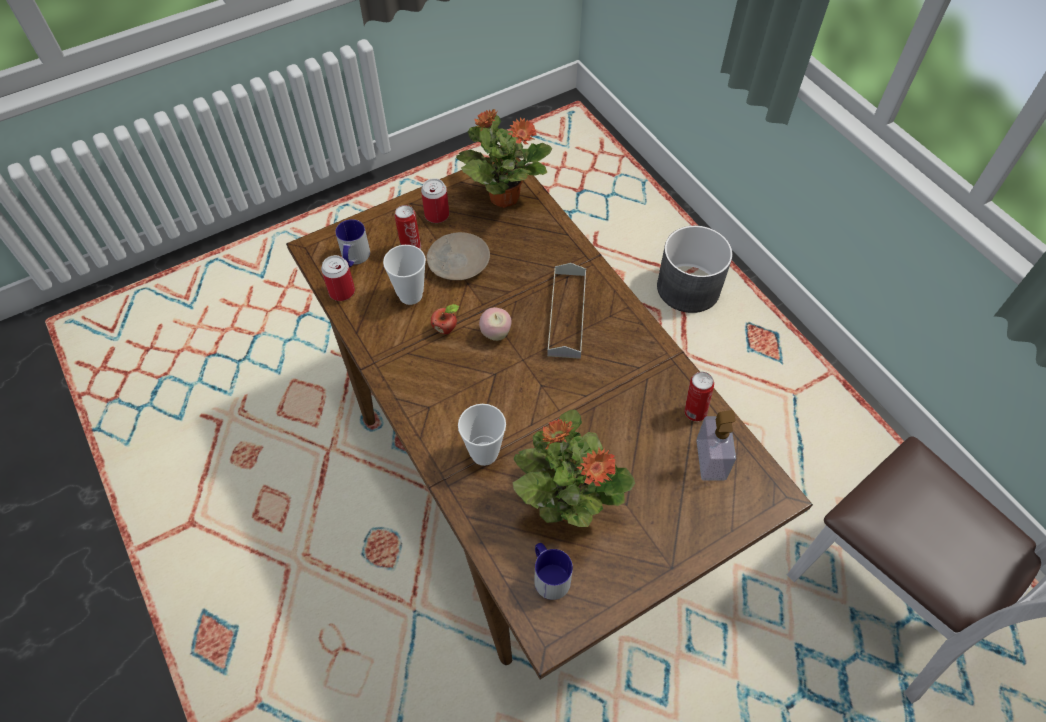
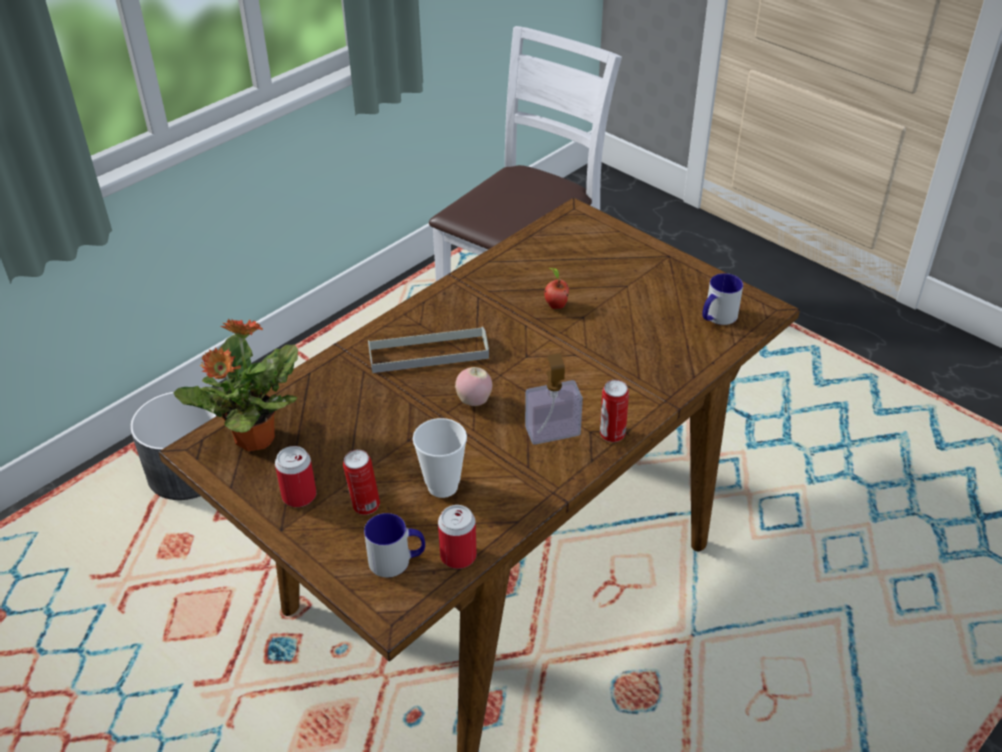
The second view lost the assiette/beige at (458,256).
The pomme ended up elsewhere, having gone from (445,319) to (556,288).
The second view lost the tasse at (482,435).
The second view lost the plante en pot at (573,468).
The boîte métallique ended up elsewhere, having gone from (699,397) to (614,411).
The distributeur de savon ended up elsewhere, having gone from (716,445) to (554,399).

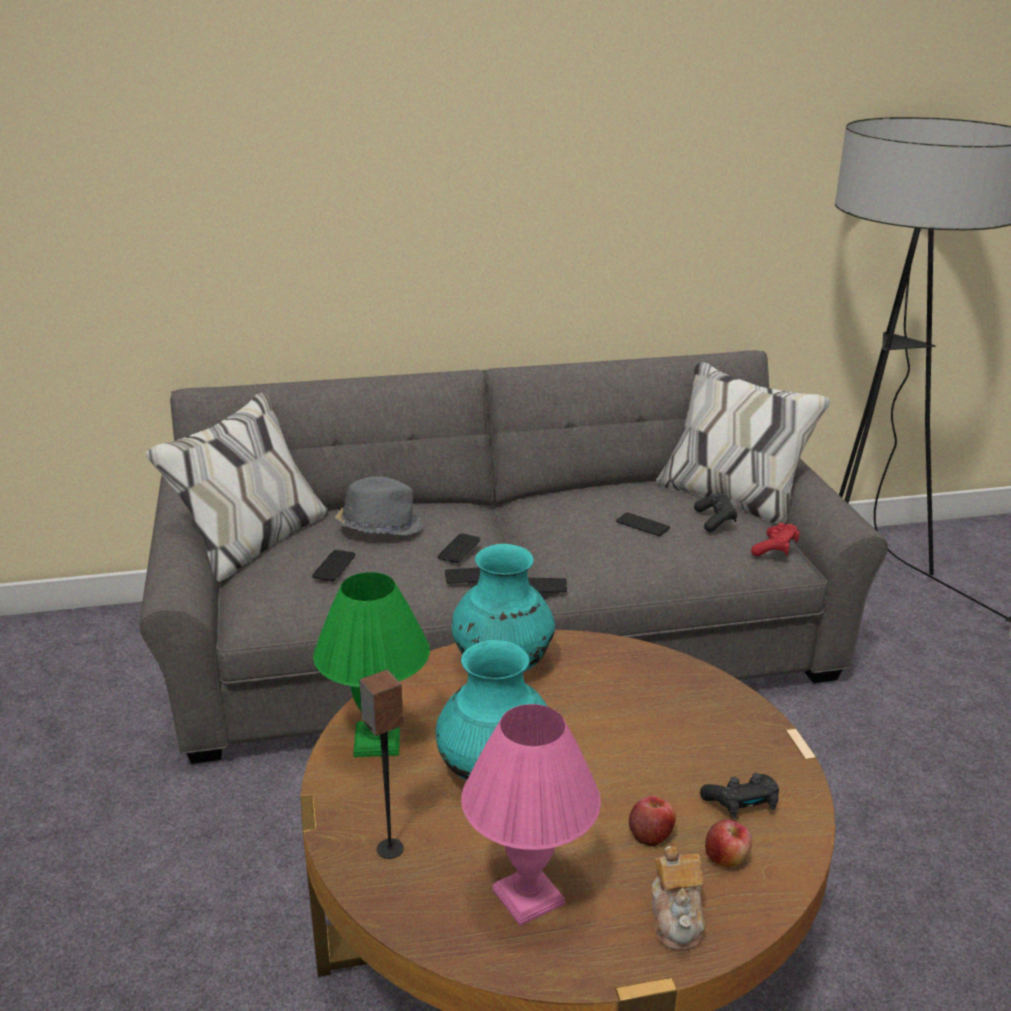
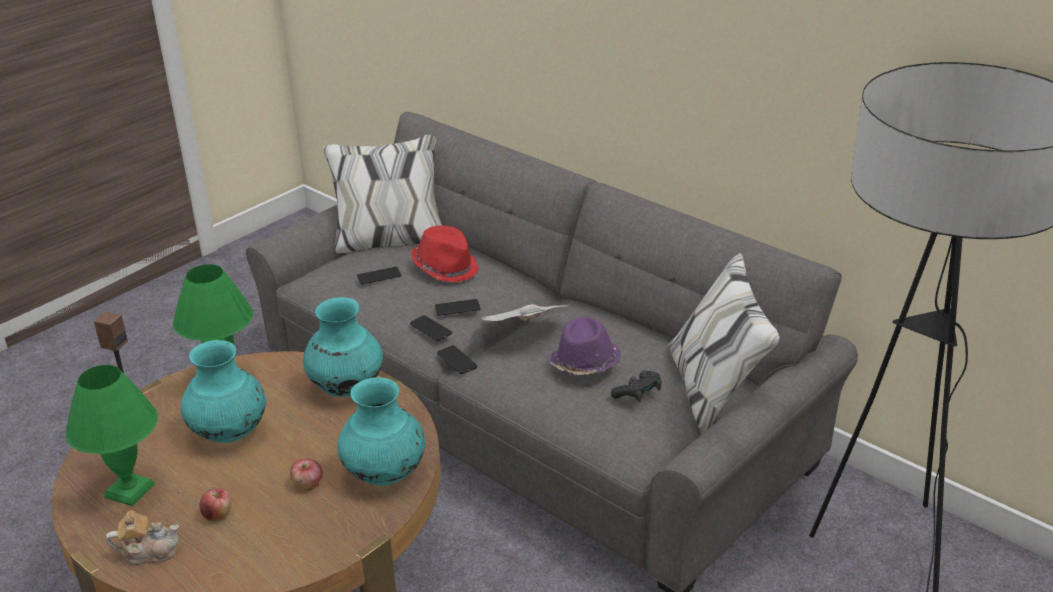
What was the chapeau/gris at (378,505) turned into the chapeau/rouge at (445,254).
What was the lampe de table/rose at (531,815) turned into the lampe de table/vert at (112,435).
Where the téléphone stood at (643,524), the chapeau/violet came to stand at (585,346).
The théière at (678,898) ended up facing another way, 150 degrees counterclockwise from before.
The second view lost the manette/noir at (739,795).
The pomme ended up elsewhere, having gone from (728,843) to (306,474).
The second view lost the manette/rouge at (775,539).
The second view gained the vase/turquoise at (381,431).
The second view gained the journal at (525,312).

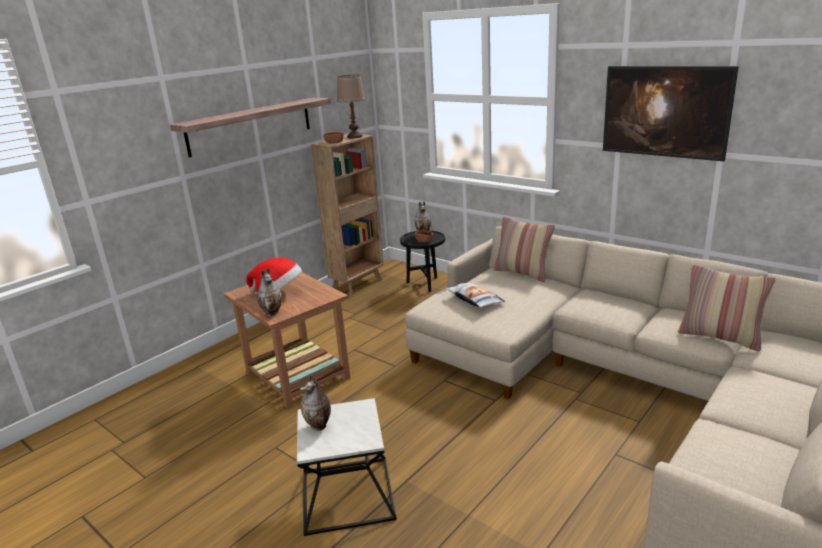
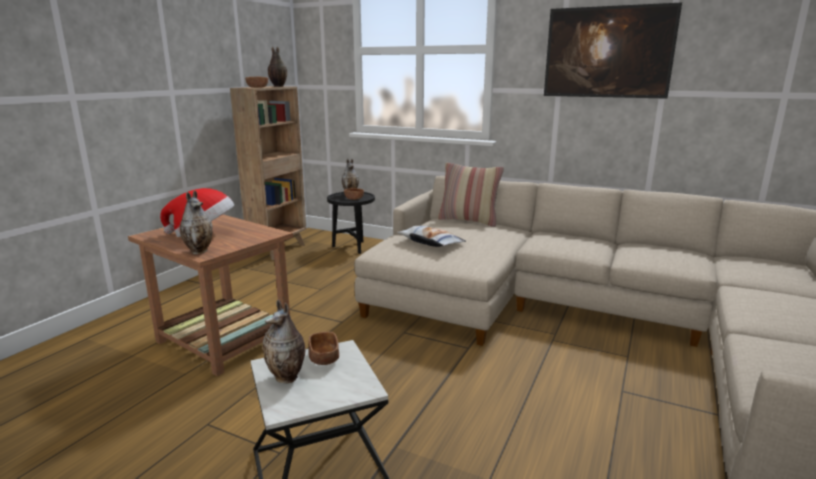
The second view lost the étagère at (250,127).
Where the lampe de table/marron stood at (351,106), the vase came to stand at (277,67).
The second view lost the coussin at (726,307).
The second view gained the bol/marron at (324,348).

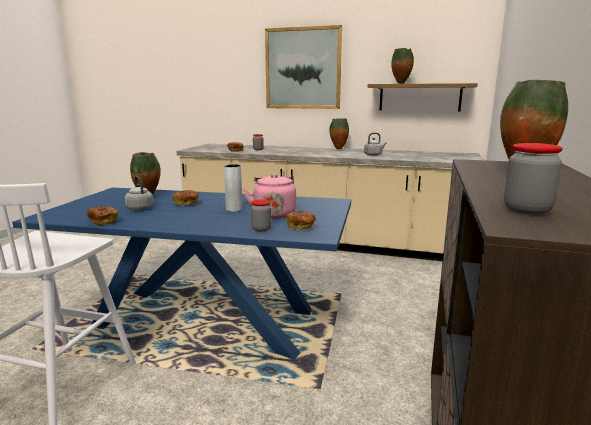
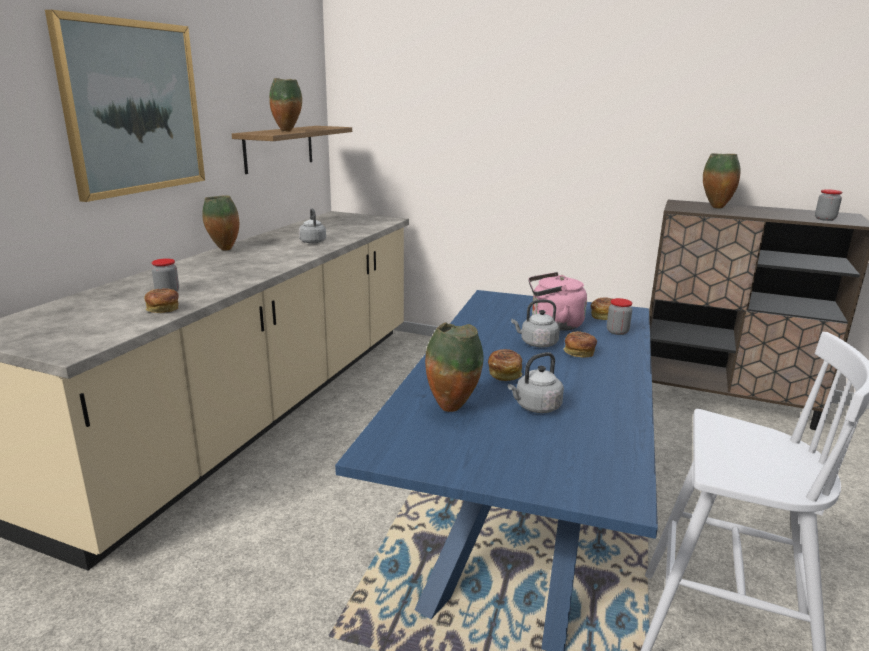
The pain ended up elsewhere, having gone from (102,215) to (580,344).
Where the vase/gris stood at (233,188), the bouilloire/gris came to stand at (535,324).

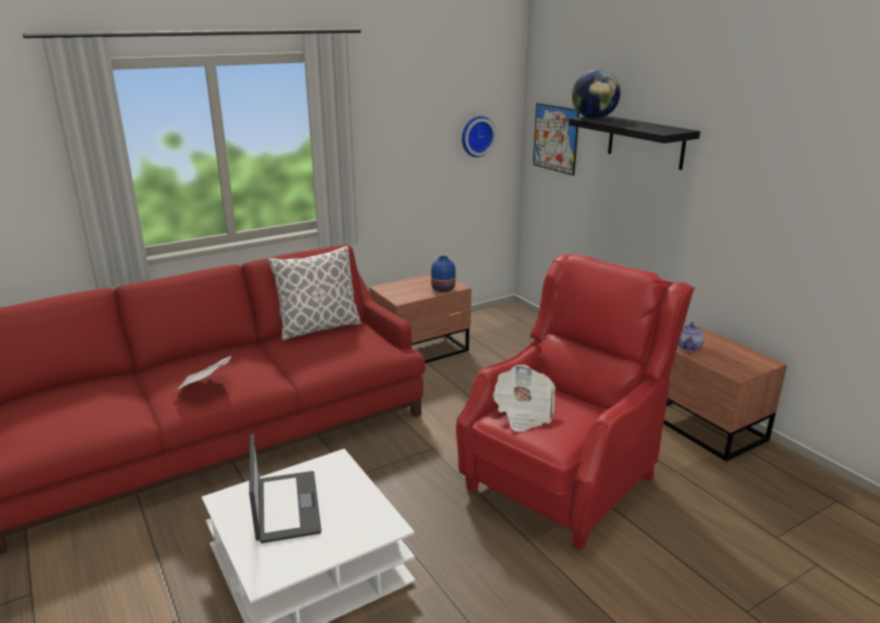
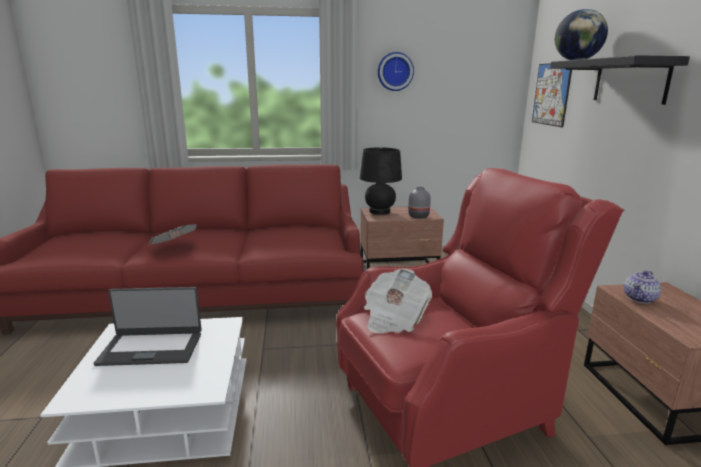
The ordinateur portable at (285,488) ended up facing another way, 75 degrees clockwise from before.
The second view lost the coussin at (314,293).
What was the vase/bleu at (443,274) turned into the vase/gris at (419,203).
The horloge murale ended up elsewhere, having gone from (479,136) to (396,71).
The second view gained the lampe de table/noir at (381,181).

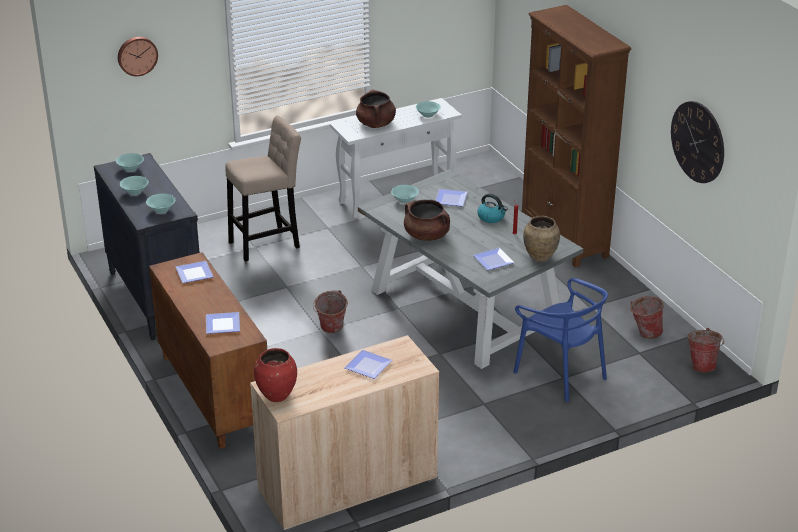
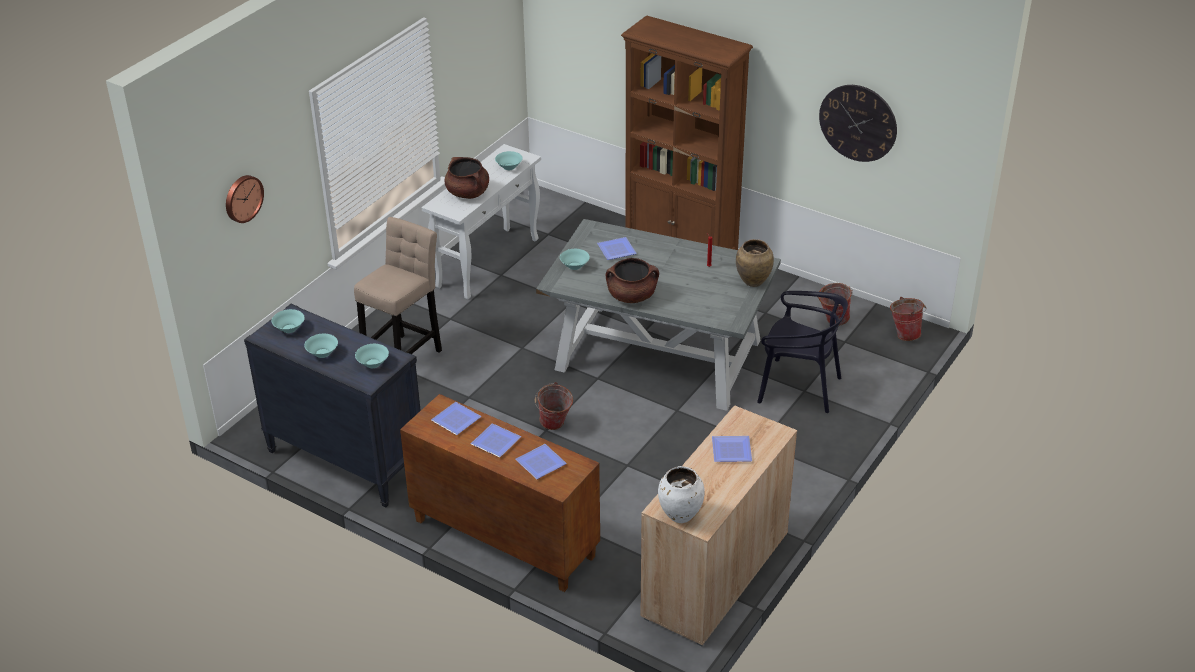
What was the vase/rouge at (275,375) turned into the vase/blanc at (681,494).
The assiette ended up elsewhere, having gone from (494,259) to (496,440).
The second view lost the bouilloire at (492,208).
What was the chaise/bleu at (560,340) turned into the chaise/noir at (802,352).

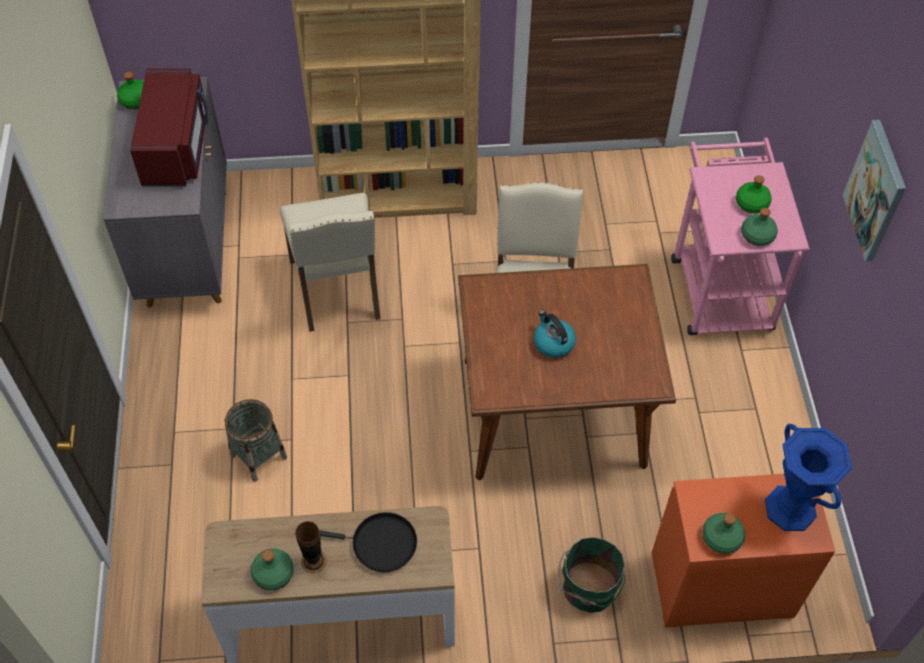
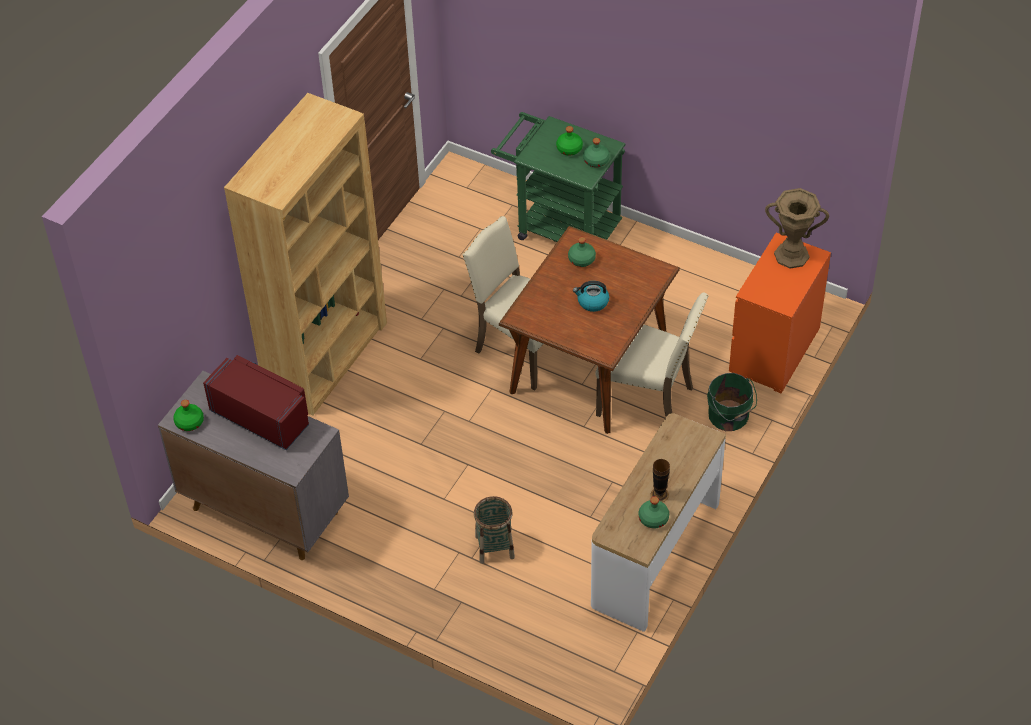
The chaise/beige ended up elsewhere, having gone from (330,262) to (652,354).
The second view lost the poêle/noir at (368,542).
What was the chariot/rose at (740,236) turned into the chariot/vert at (558,177).
The bouteille/vert ended up elsewhere, having gone from (723,533) to (582,252).
What was the vase/bleu at (808,477) turned into the vase/marron at (797,228).
The second view lost the tableau at (874,191).

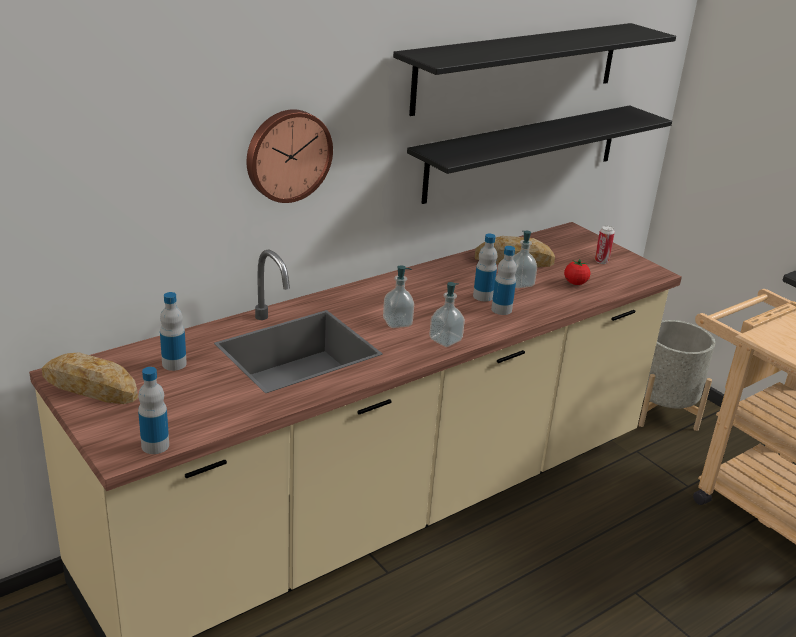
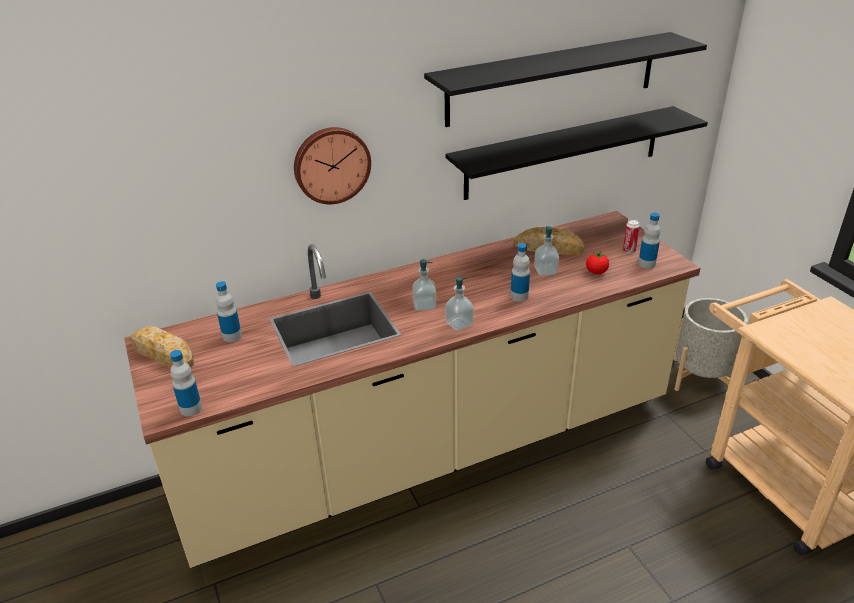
The bouteille ended up elsewhere, having gone from (485,267) to (649,240).

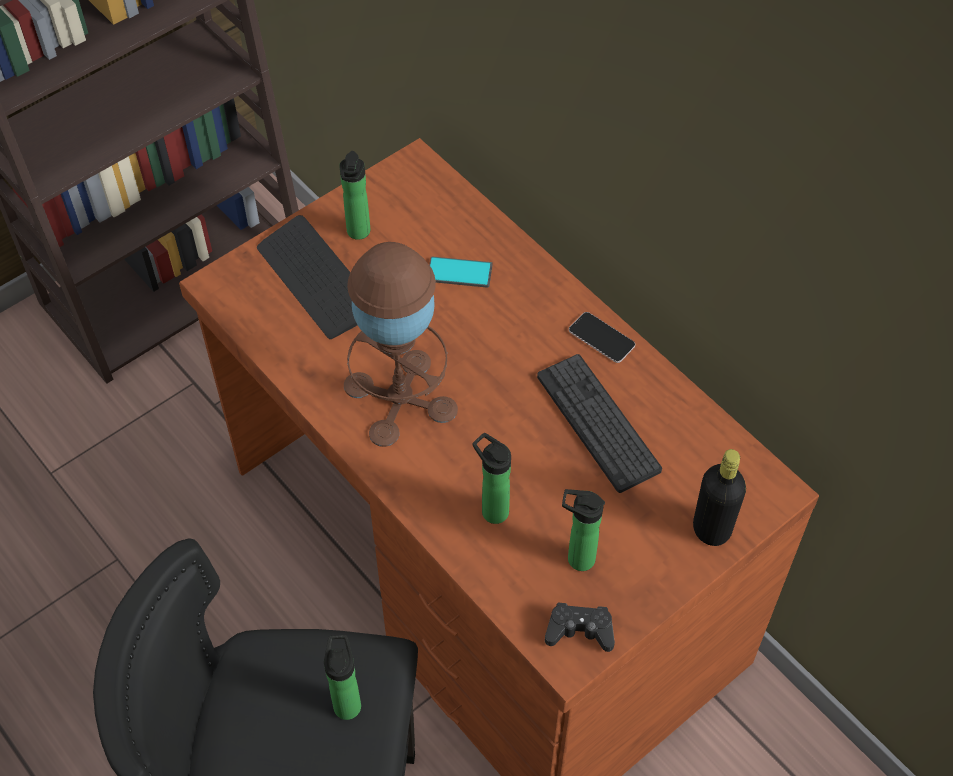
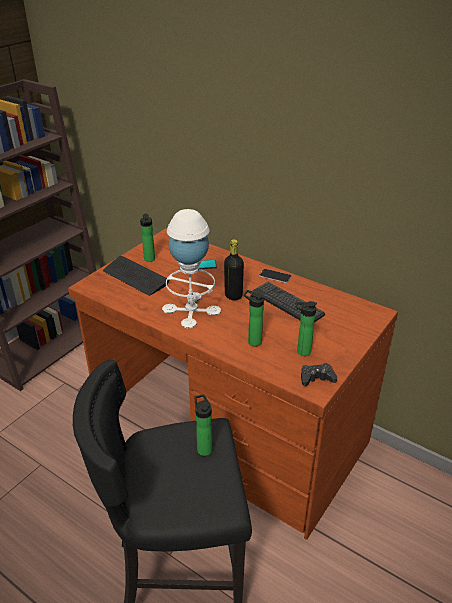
What was the lampe de table/marron at (401,344) turned into the lampe de table/blanc at (191,268).
The bouteille/noir ended up elsewhere, having gone from (719,497) to (234,269).

